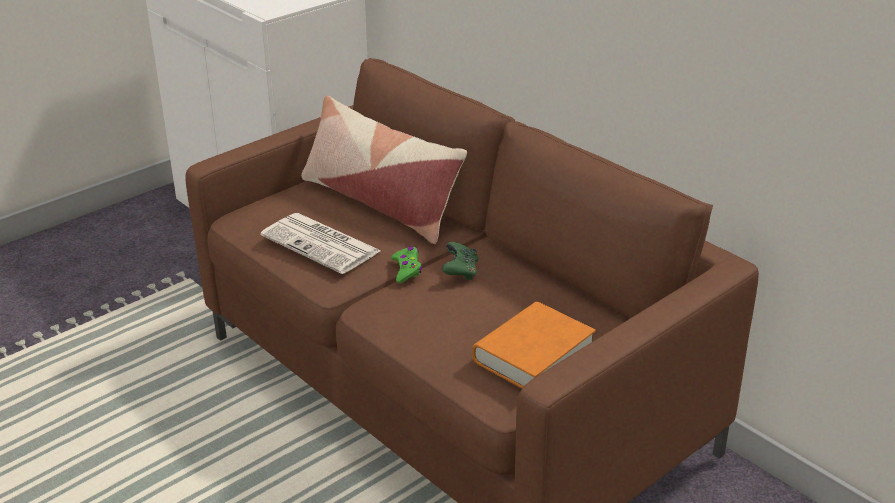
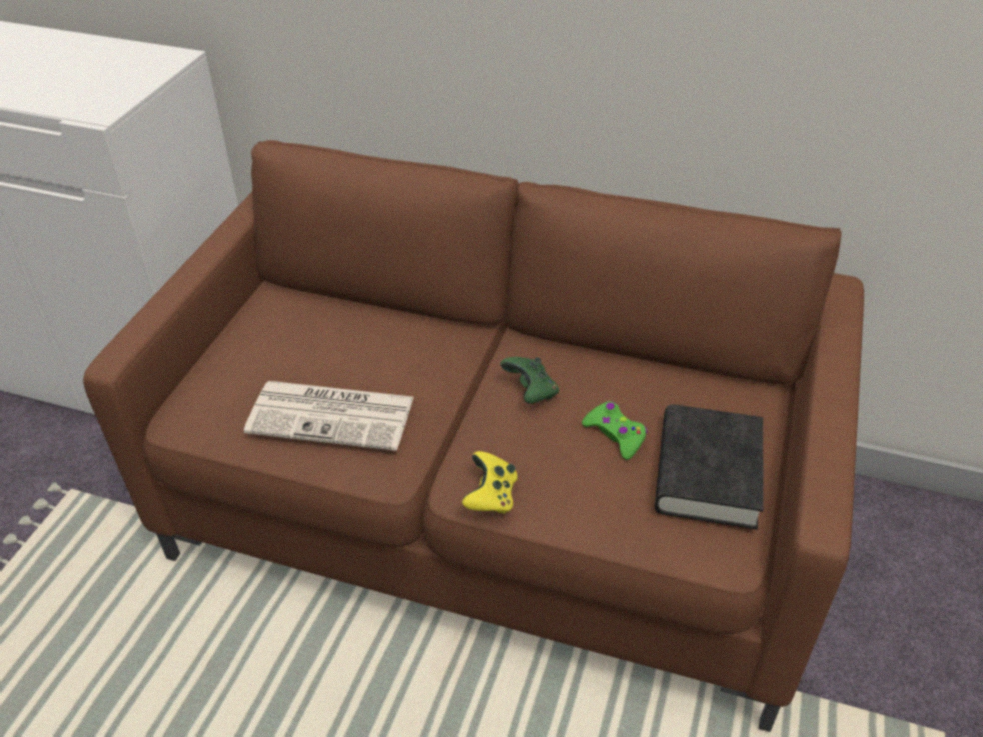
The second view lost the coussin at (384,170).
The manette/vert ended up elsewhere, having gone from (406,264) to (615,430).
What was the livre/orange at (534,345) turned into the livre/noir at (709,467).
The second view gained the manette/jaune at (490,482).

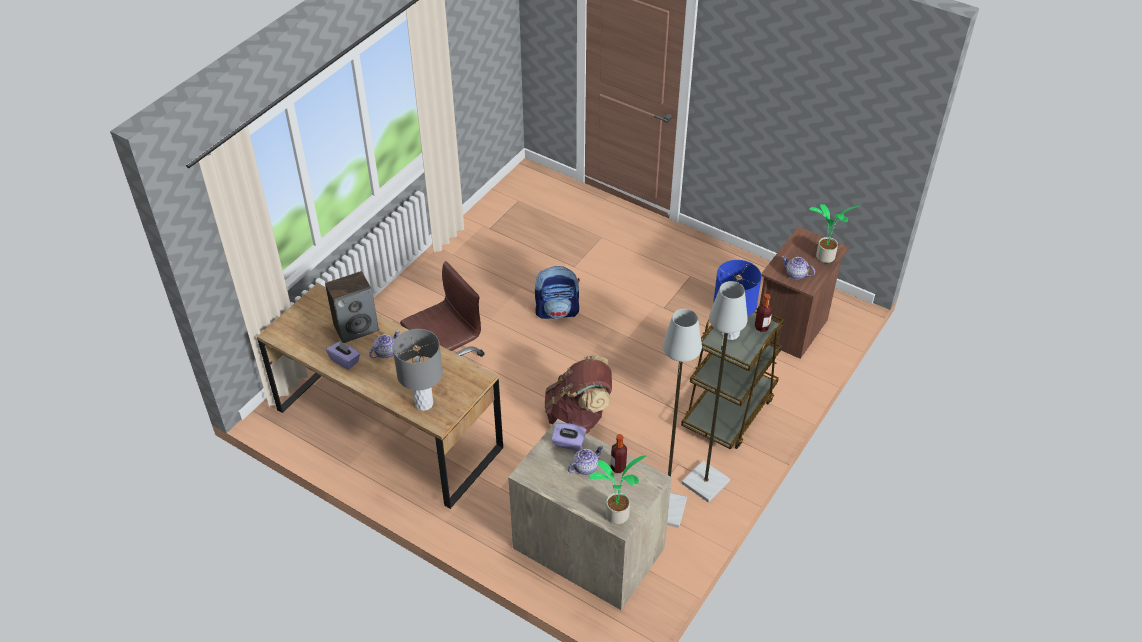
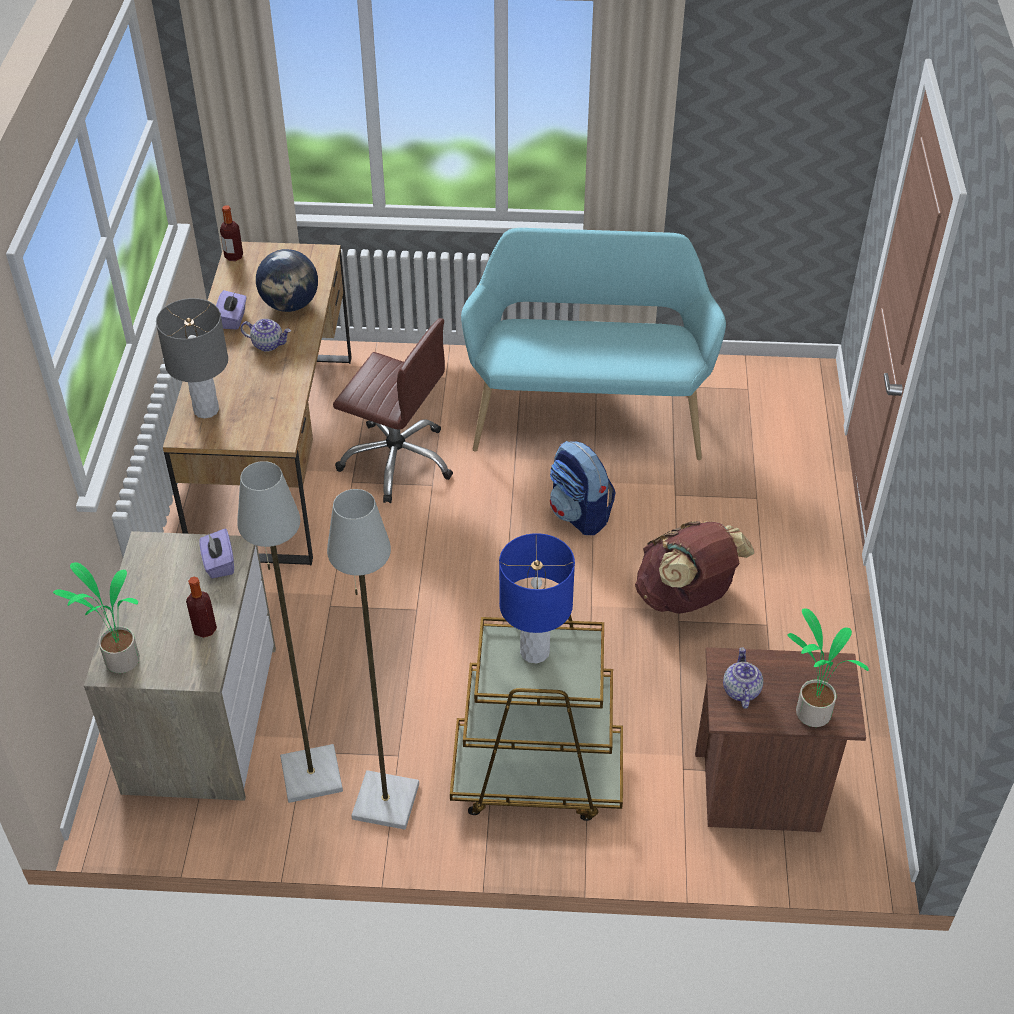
Where the enceinte stood at (352,307), the globe came to stand at (287,280).
The sac à dos/marron ended up elsewhere, having gone from (578,394) to (694,567).
The second view lost the théière at (585,460).
The bouteille ended up elsewhere, having gone from (763,313) to (231,233).
The second view gained the banc/turquoise at (593,344).

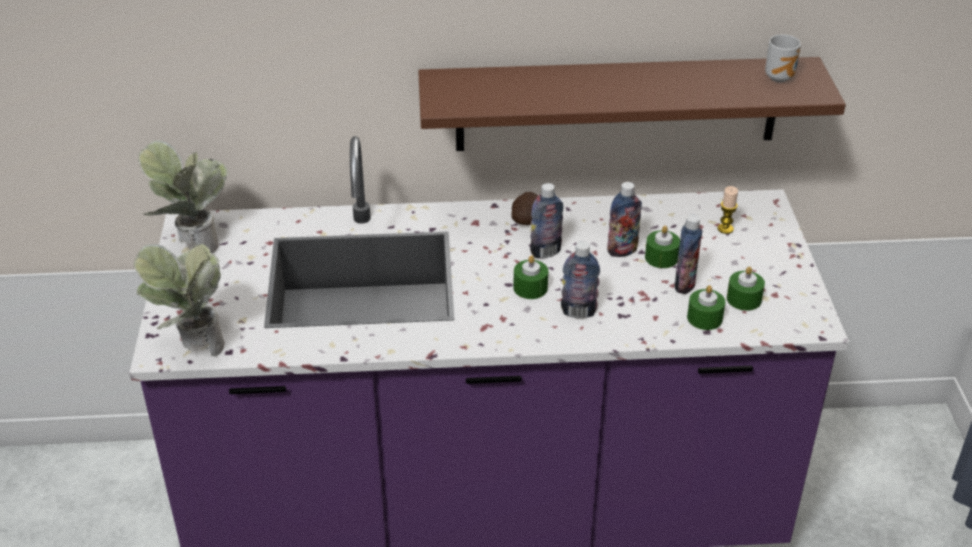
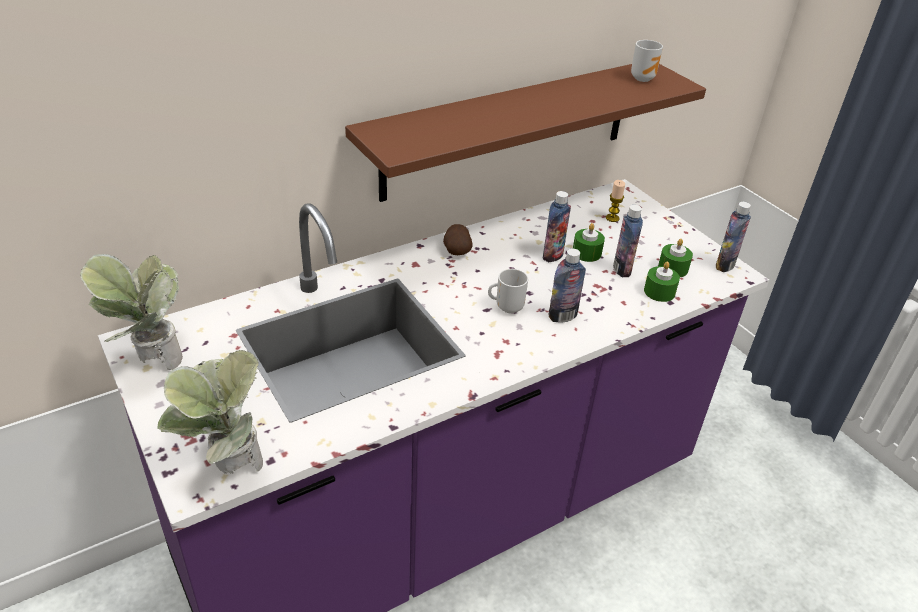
Where the bougie/vert stood at (530,277), the mug came to stand at (508,291).
The bouteille ended up elsewhere, having gone from (546,220) to (733,237).

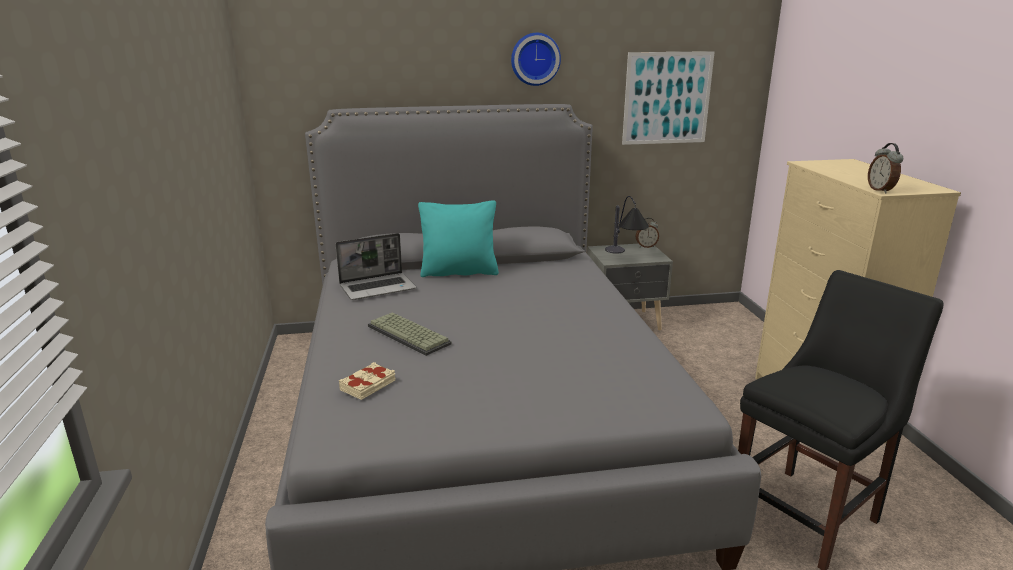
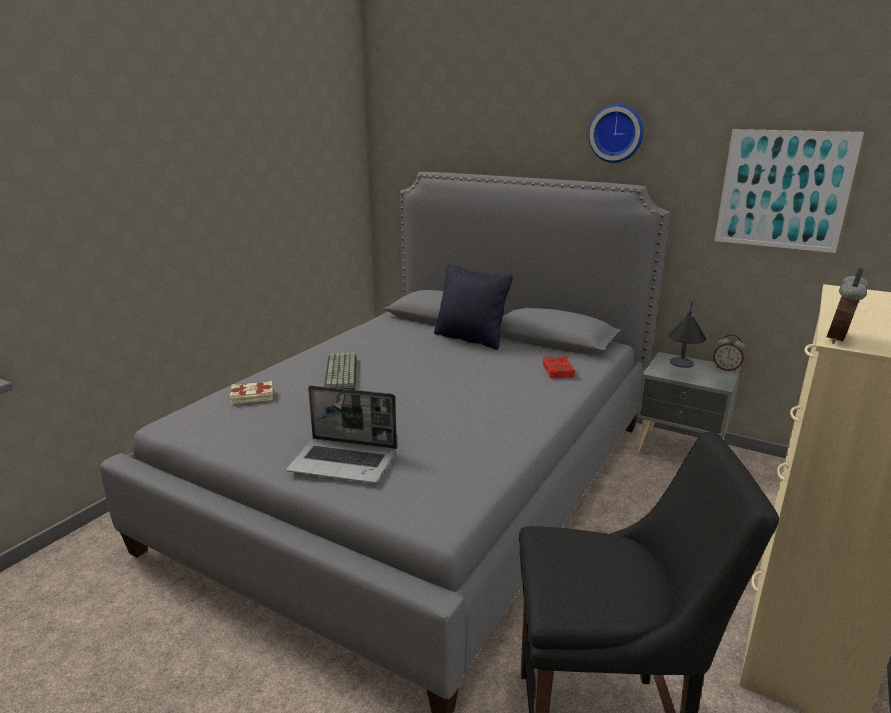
The ordinateur portable ended up elsewhere, having gone from (375,266) to (341,434).
What was the coussin/turquoise at (458,238) turned into the coussin/noir at (473,307).
The second view gained the livre/rouge at (559,367).

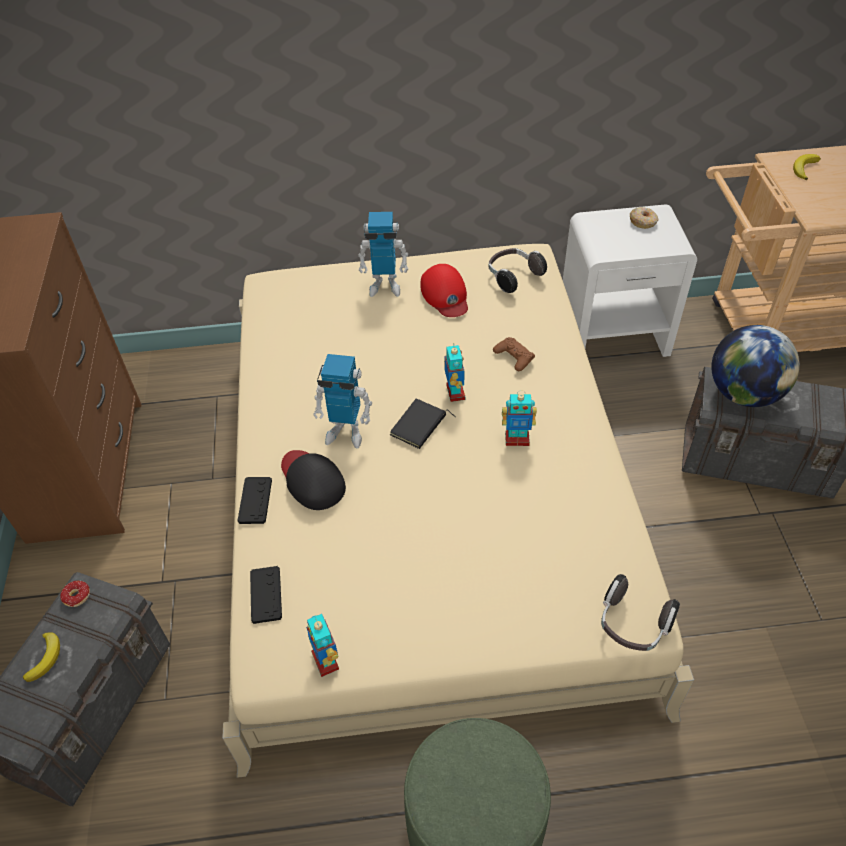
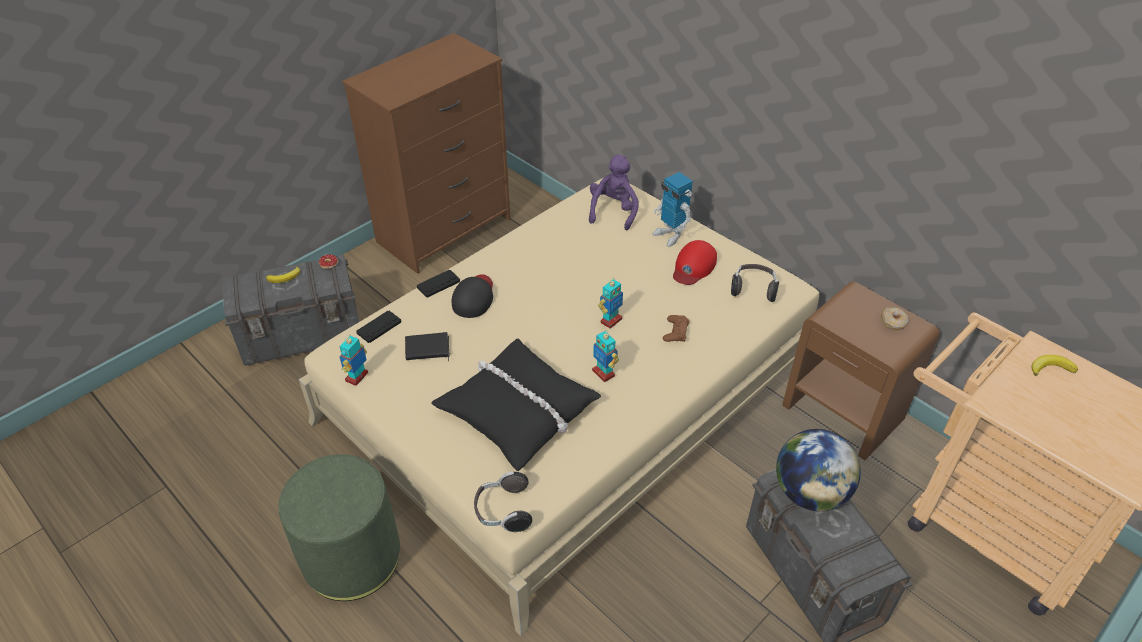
The second view lost the robot jouet at (342,401).
The livre/noir ended up elsewhere, having gone from (423,424) to (427,346).
What was the table de chevet/blanc at (630,281) turned into the table de chevet/marron at (861,370).
The second view gained the coussin/noir at (516,405).
The second view gained the peluche/violet at (614,192).

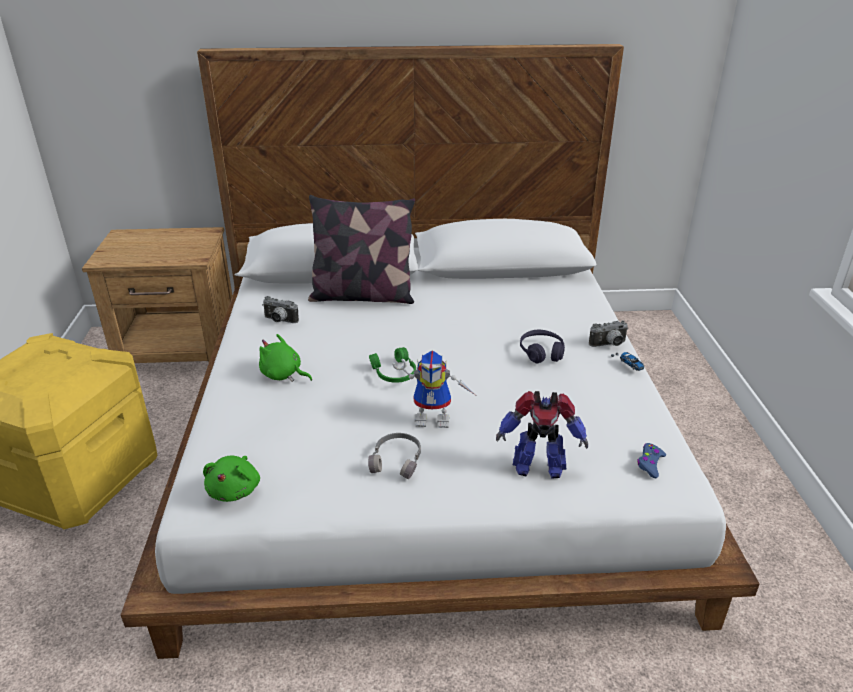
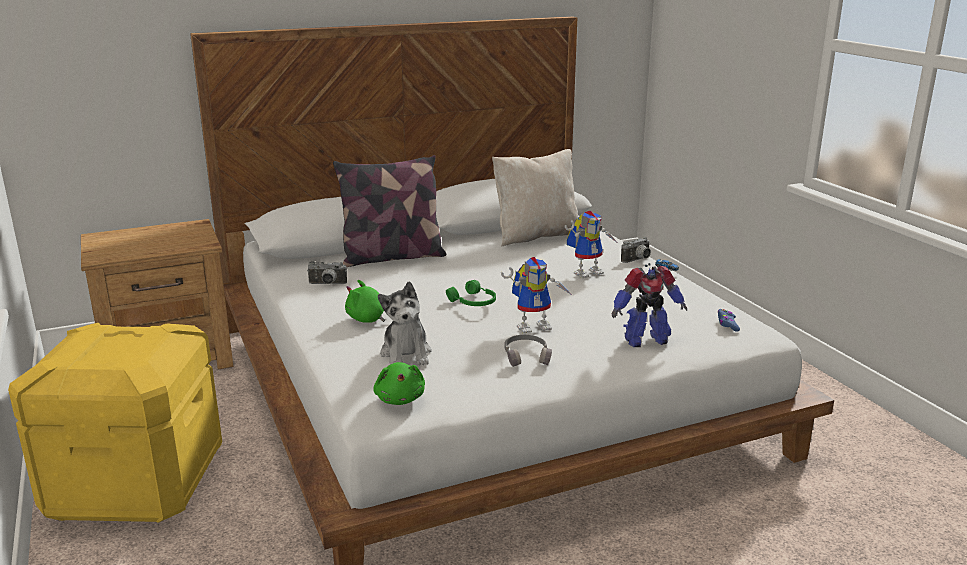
Where the casque audio/violet stood at (542,346), the robot jouet came to stand at (591,244).
The second view gained the peluche at (405,323).
The second view gained the coussin/beige at (535,197).

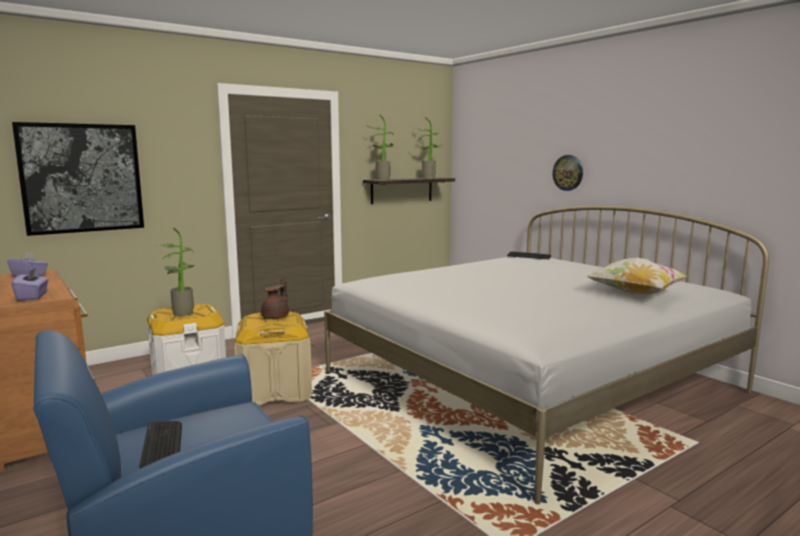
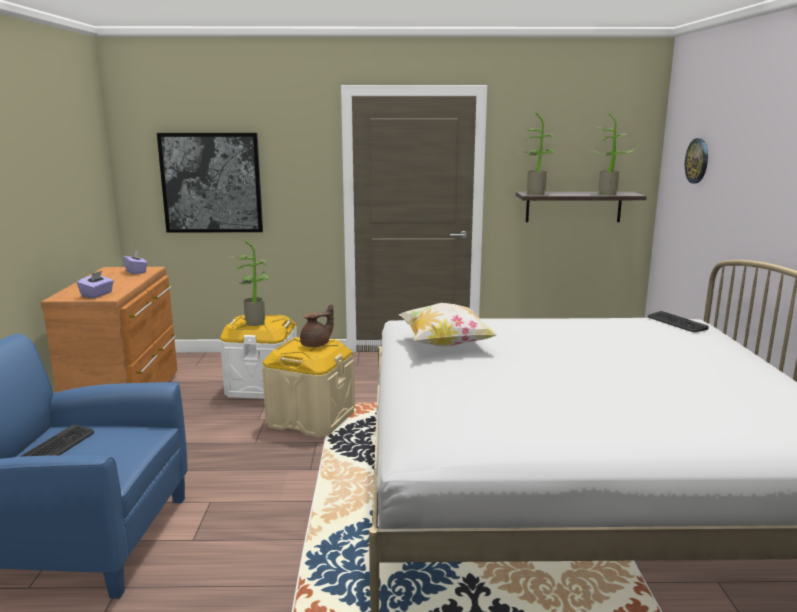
The horloge murale ended up elsewhere, having gone from (567,173) to (696,160).
The coussin ended up elsewhere, having gone from (637,276) to (448,325).

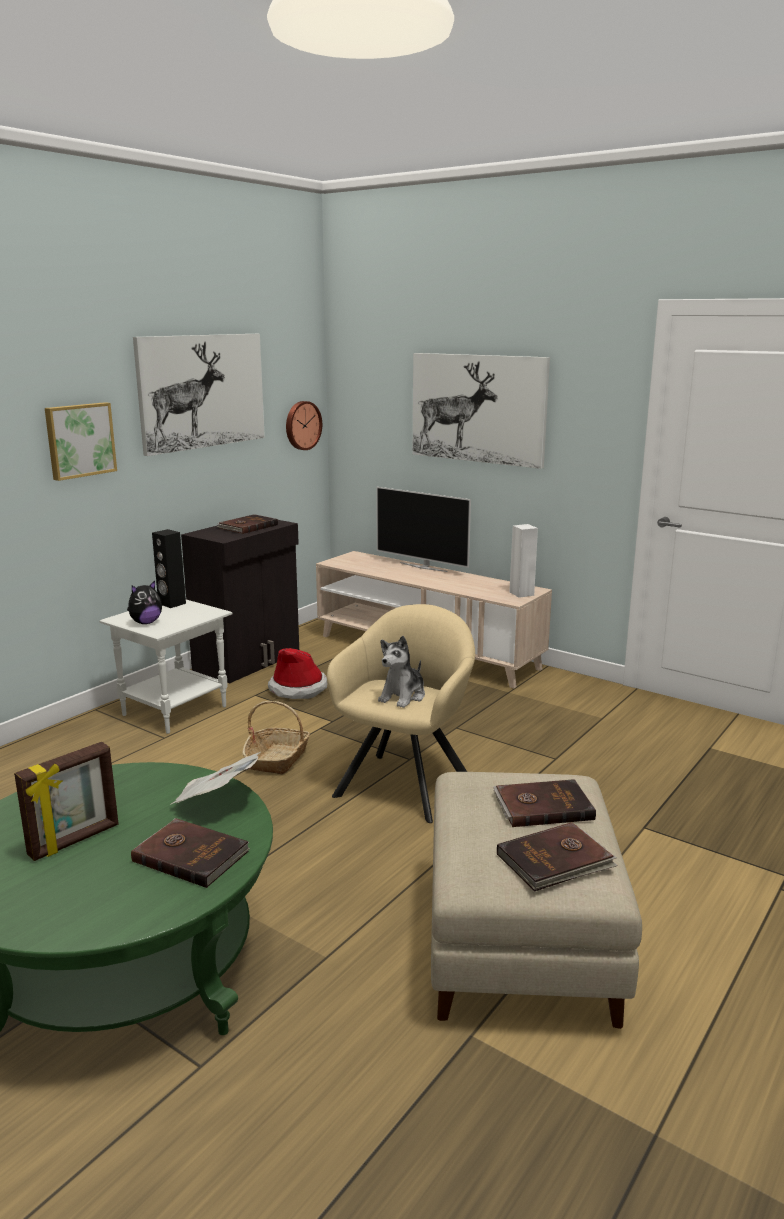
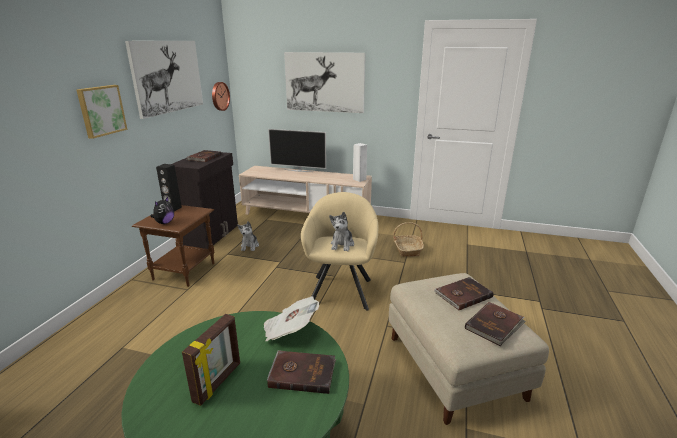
What was the table d'appoint/blanc at (165,667) turned into the table d'appoint/marron at (173,246).
The panier ended up elsewhere, having gone from (276,737) to (408,239).
Where the chapeau stood at (297,673), the peluche came to stand at (248,236).

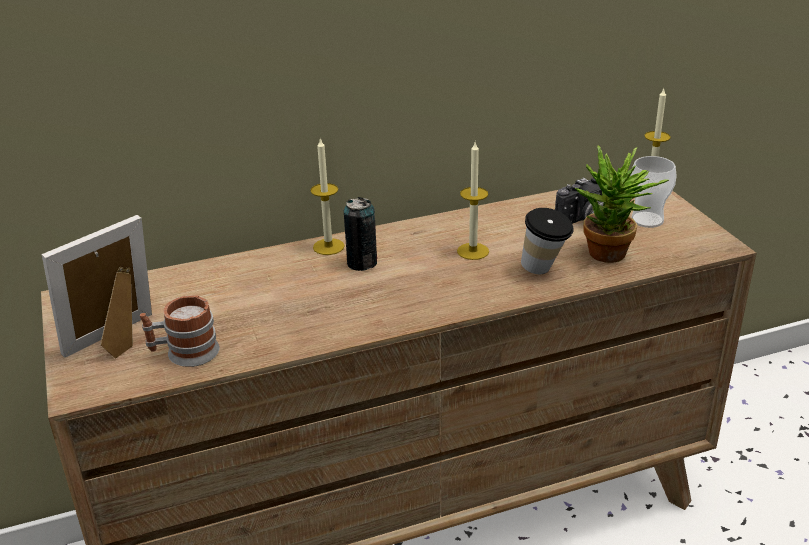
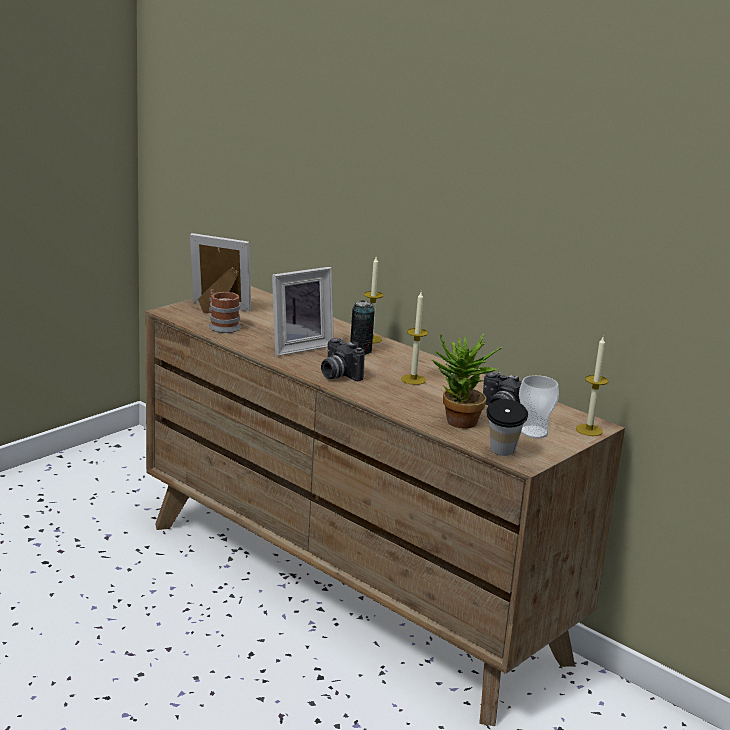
The tasse ended up elsewhere, having gone from (547,241) to (507,427).
The second view gained the cadre photo at (303,311).
The second view gained the appareil photo at (343,359).

